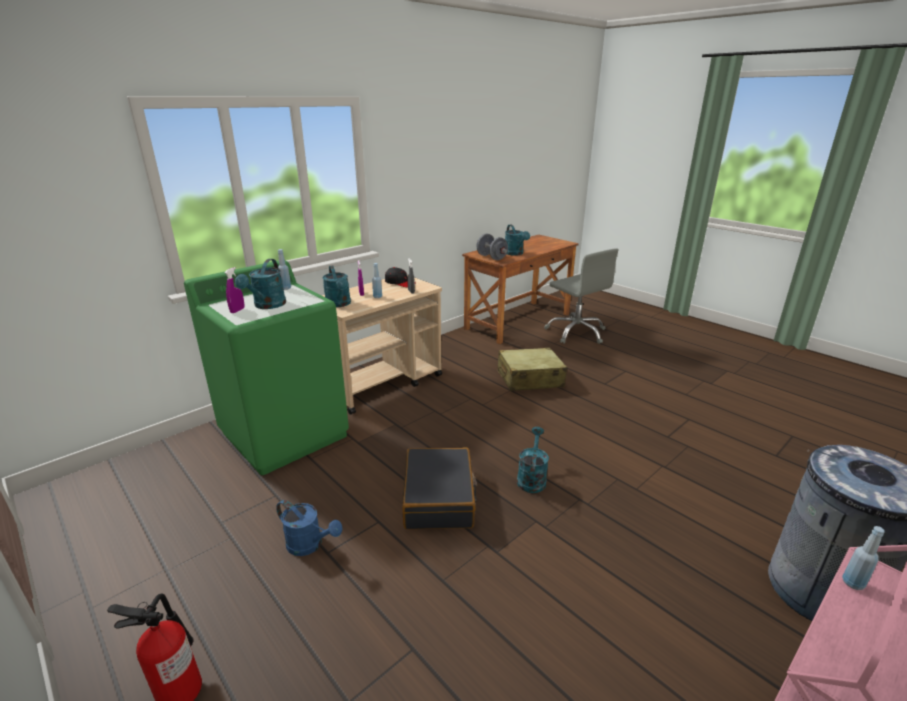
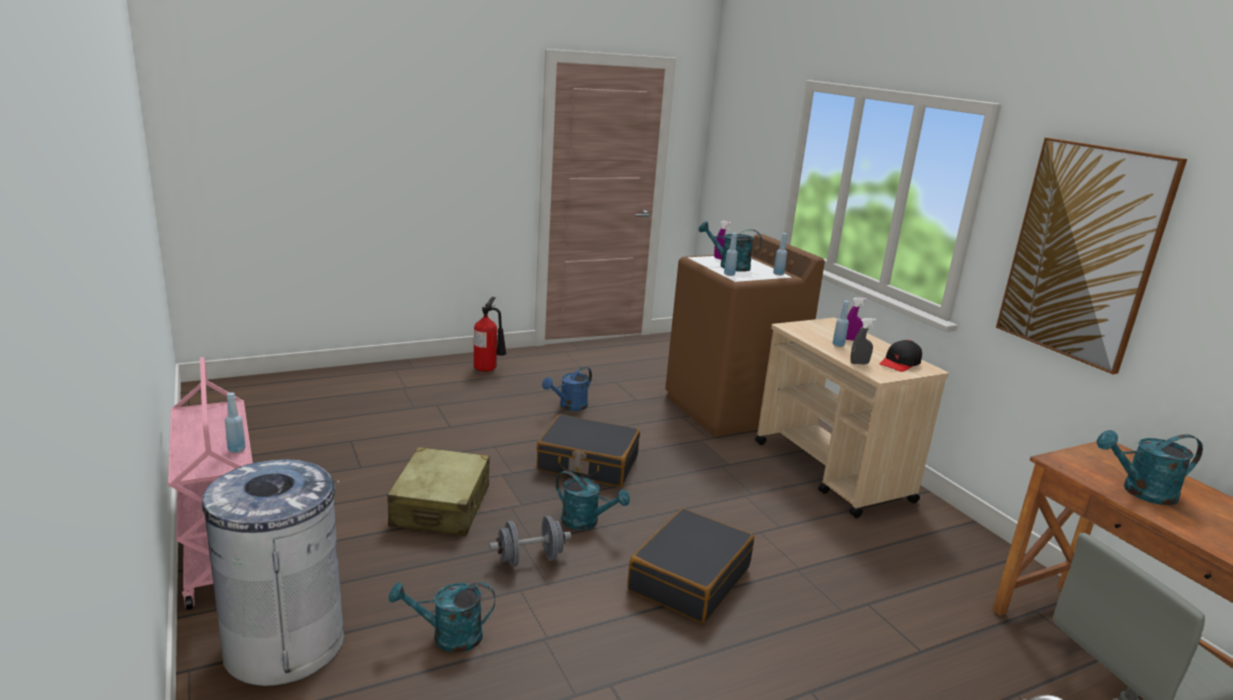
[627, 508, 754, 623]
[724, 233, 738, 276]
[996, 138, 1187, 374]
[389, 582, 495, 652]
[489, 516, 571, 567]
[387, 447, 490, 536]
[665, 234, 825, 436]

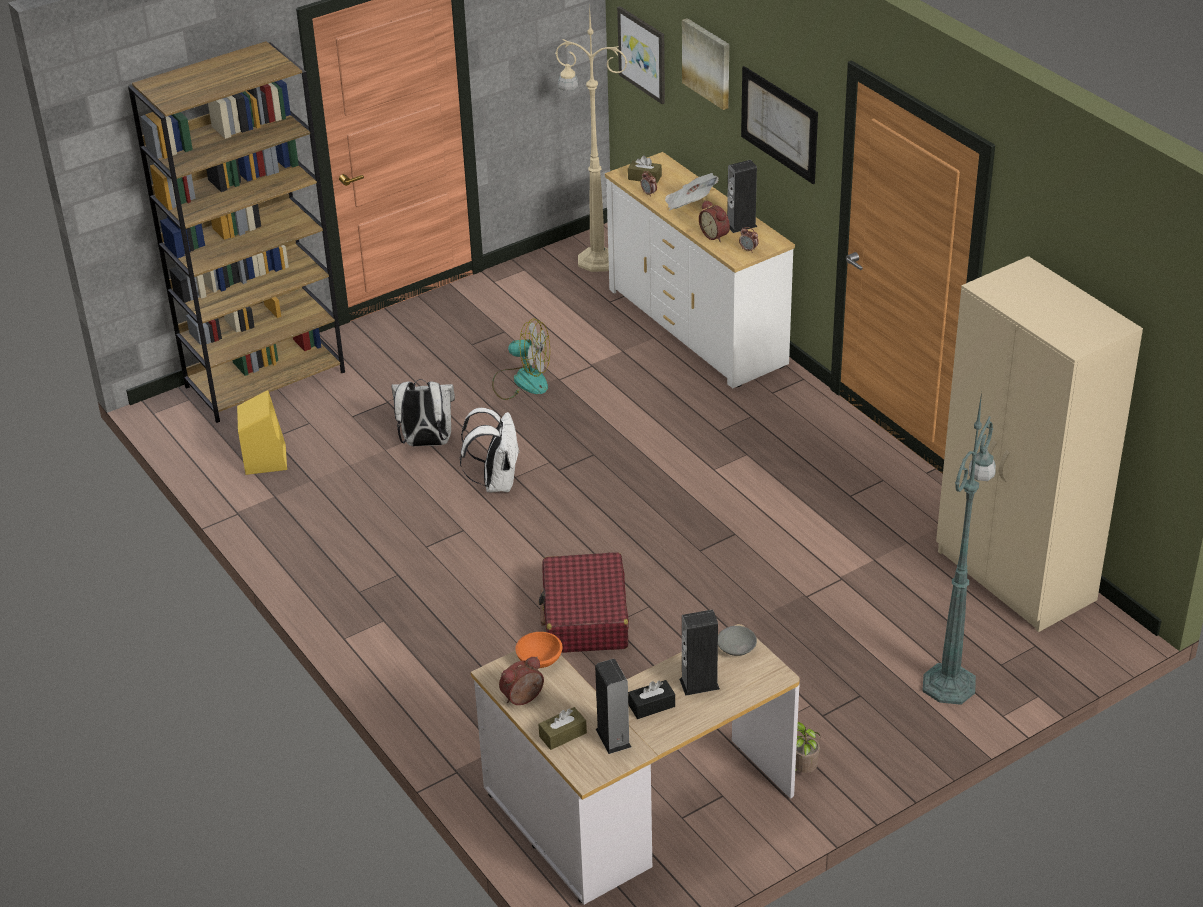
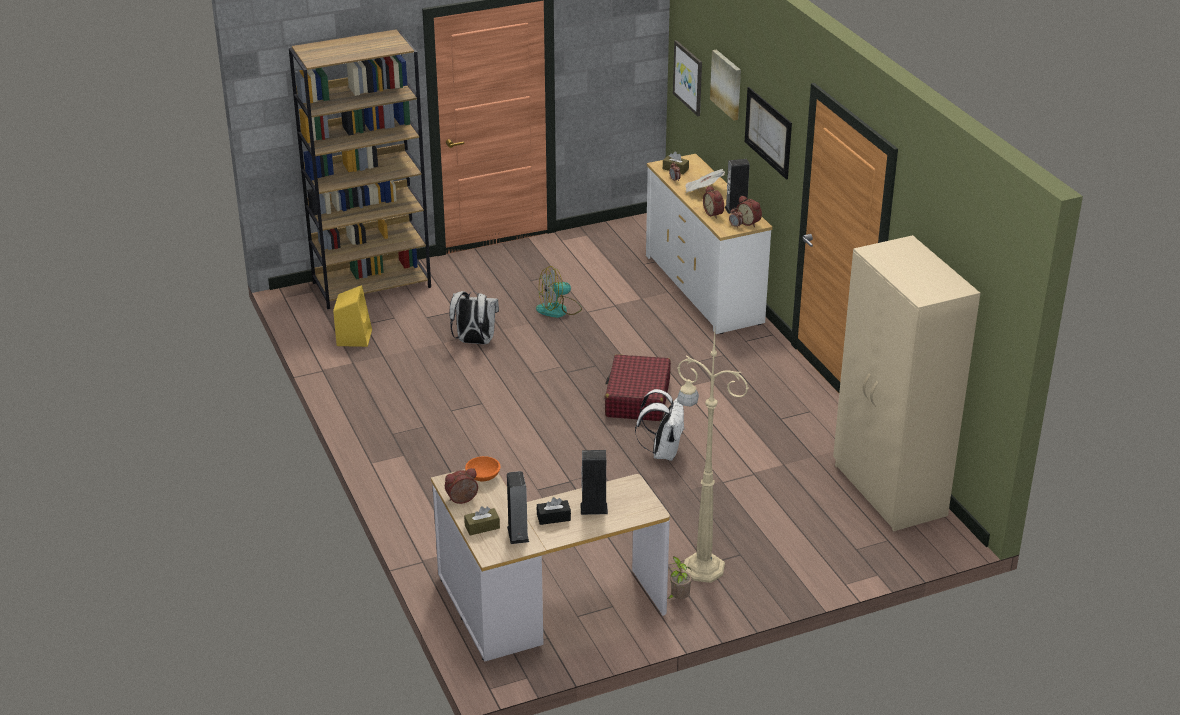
[718, 626, 757, 656] (first image)
[922, 392, 996, 705] (first image)
[736, 196, 762, 227]
[635, 389, 684, 461]
[604, 354, 671, 421]
[677, 332, 748, 583]
[536, 266, 582, 318]

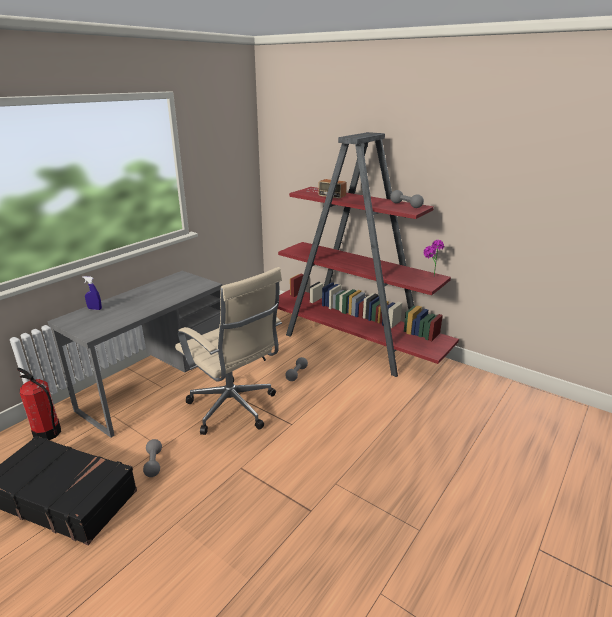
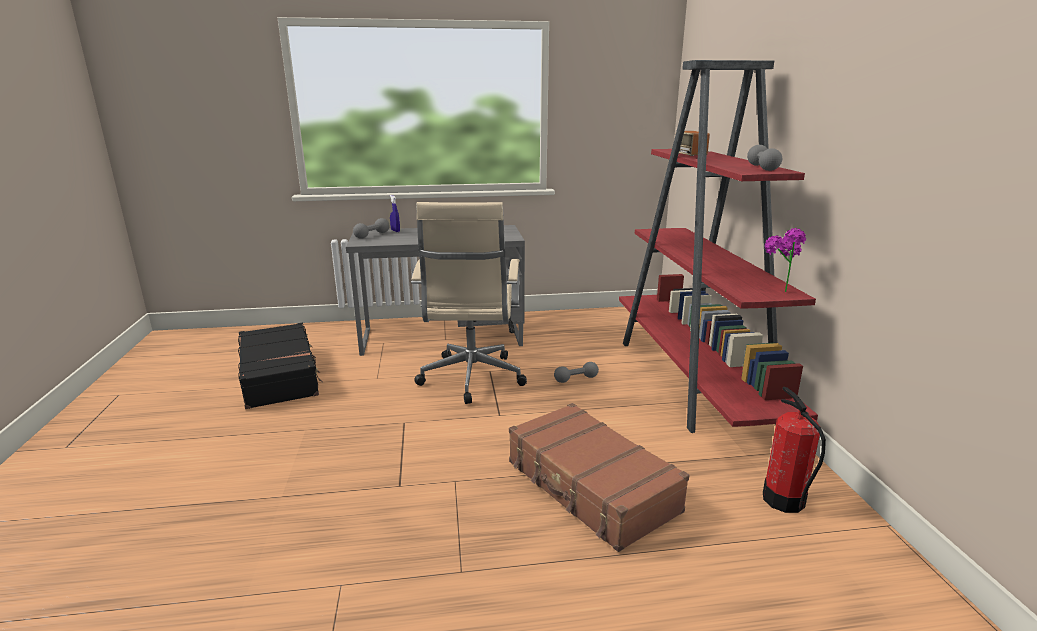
[509, 403, 689, 552]
[763, 387, 826, 513]
[353, 218, 390, 239]

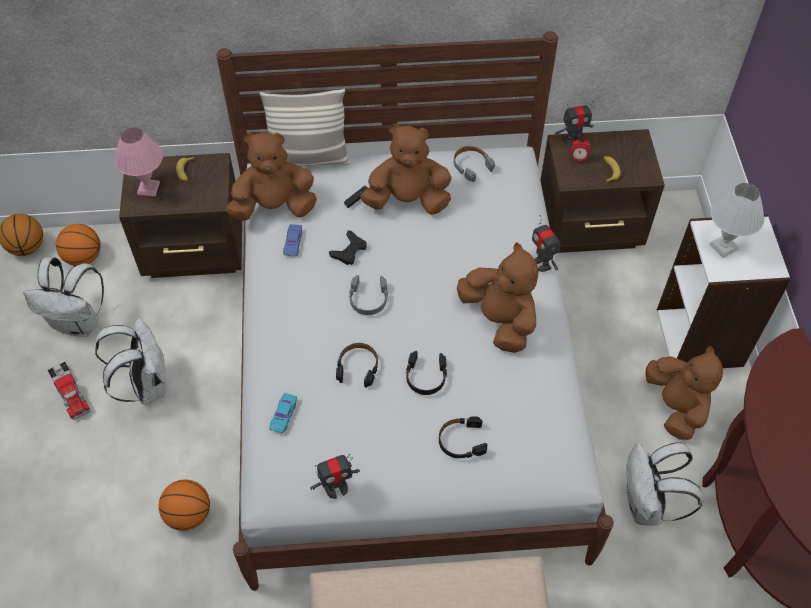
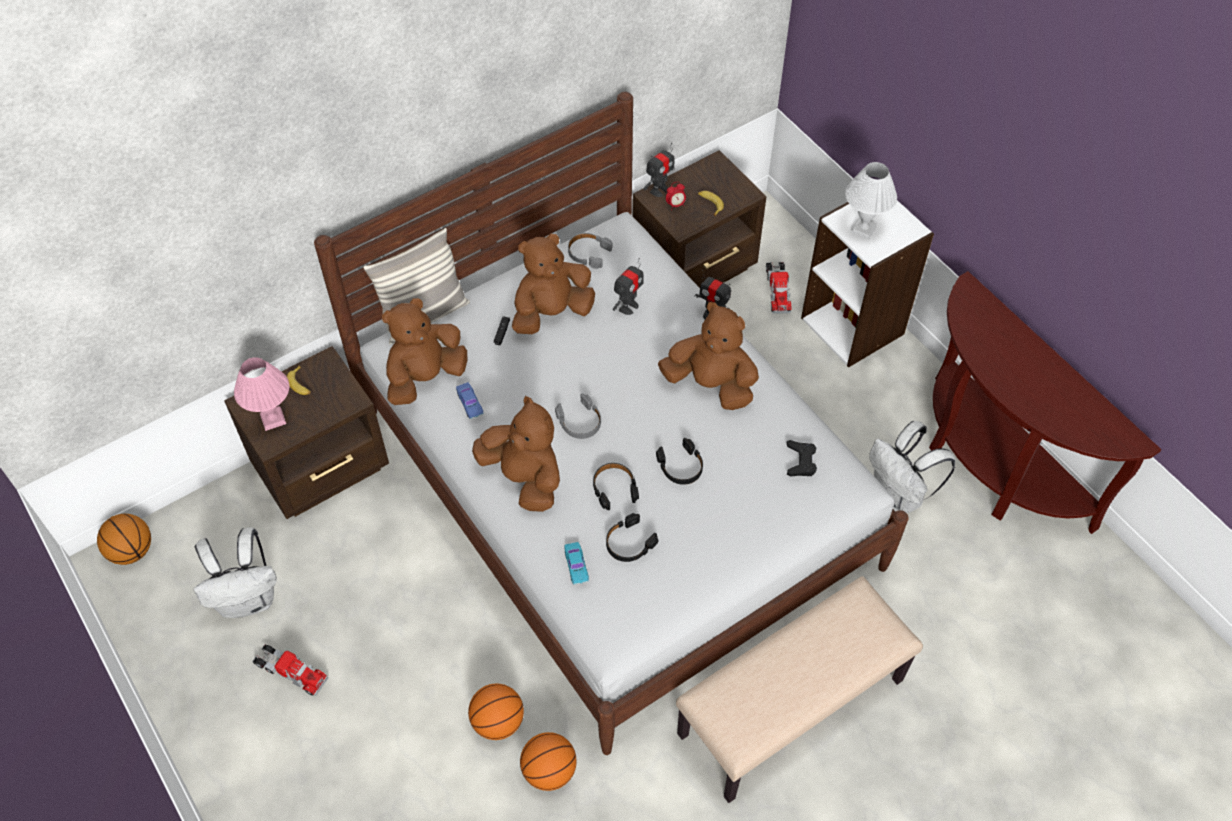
[95, 318, 166, 404] (first image)
[766, 262, 791, 314]
[520, 732, 577, 791]
[613, 258, 644, 315]
[786, 440, 817, 477]
[606, 513, 658, 562]
[472, 396, 560, 512]

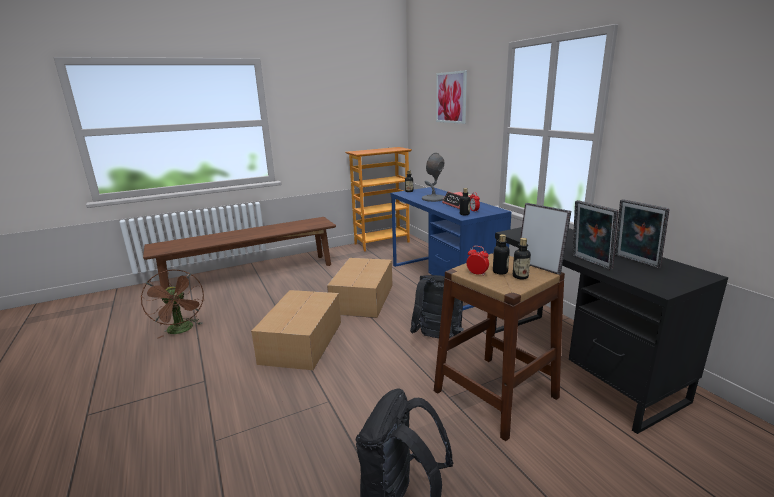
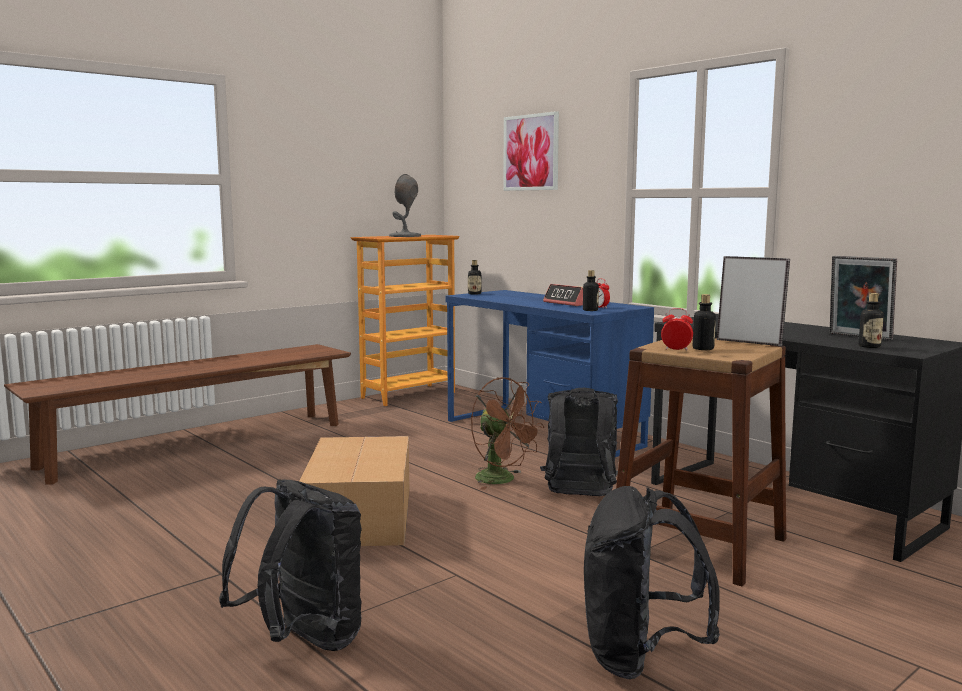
[327, 258, 393, 318] (first image)
[572, 200, 618, 270] (first image)
[219, 479, 362, 651]
[471, 377, 544, 490]
[389, 174, 421, 237]
[859, 293, 884, 348]

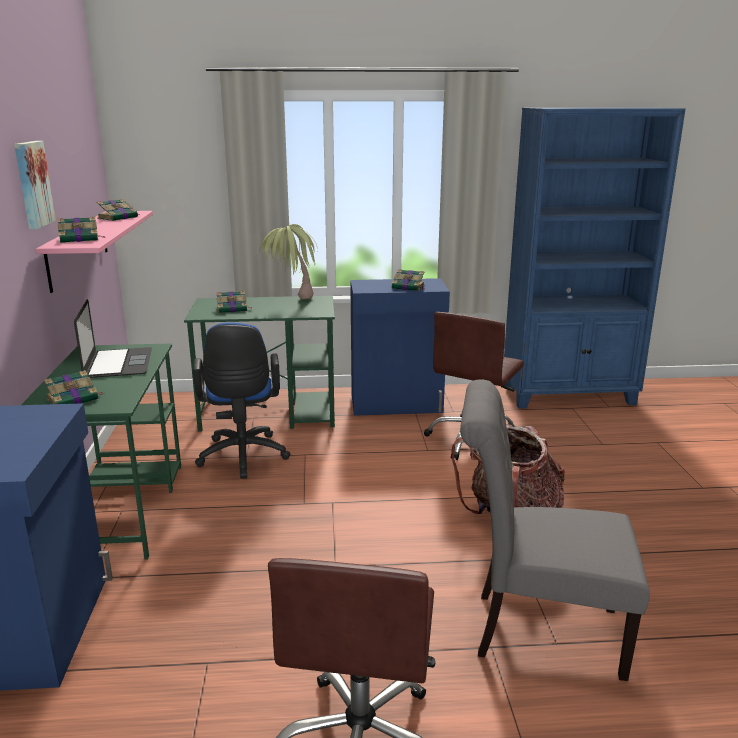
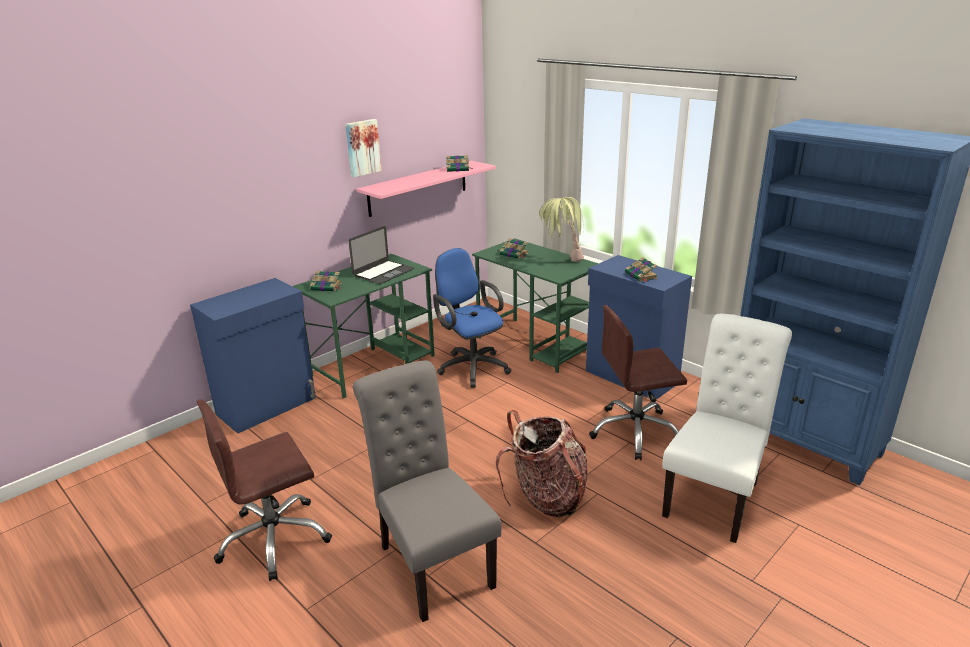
[58, 217, 105, 243] (first image)
[662, 314, 792, 543]
[433, 248, 512, 388]

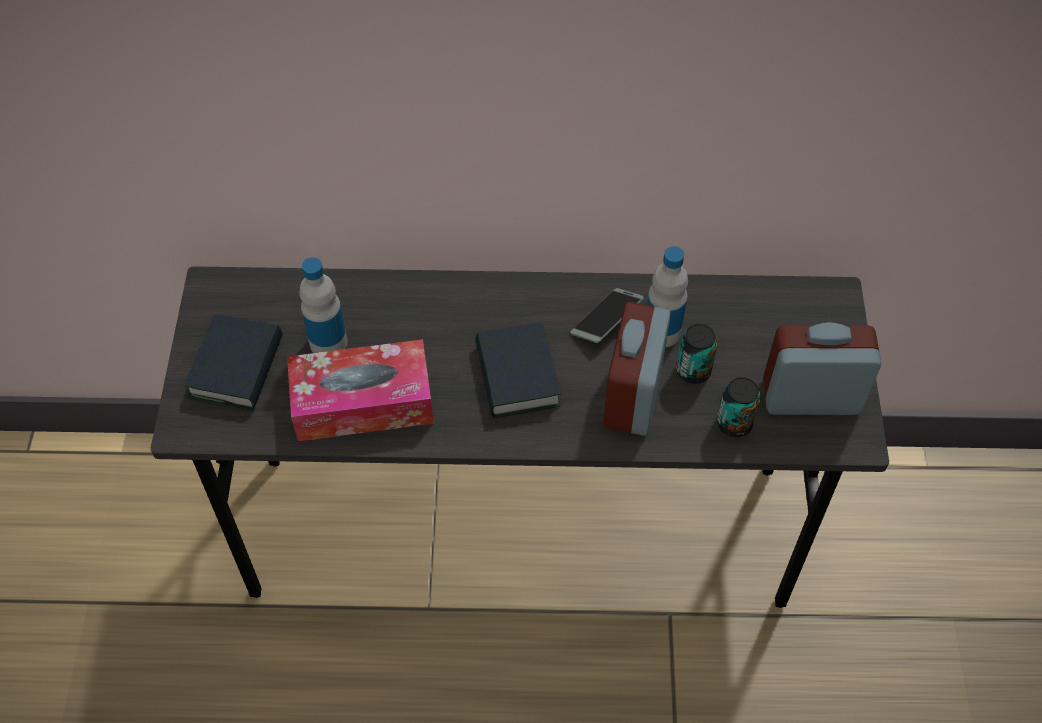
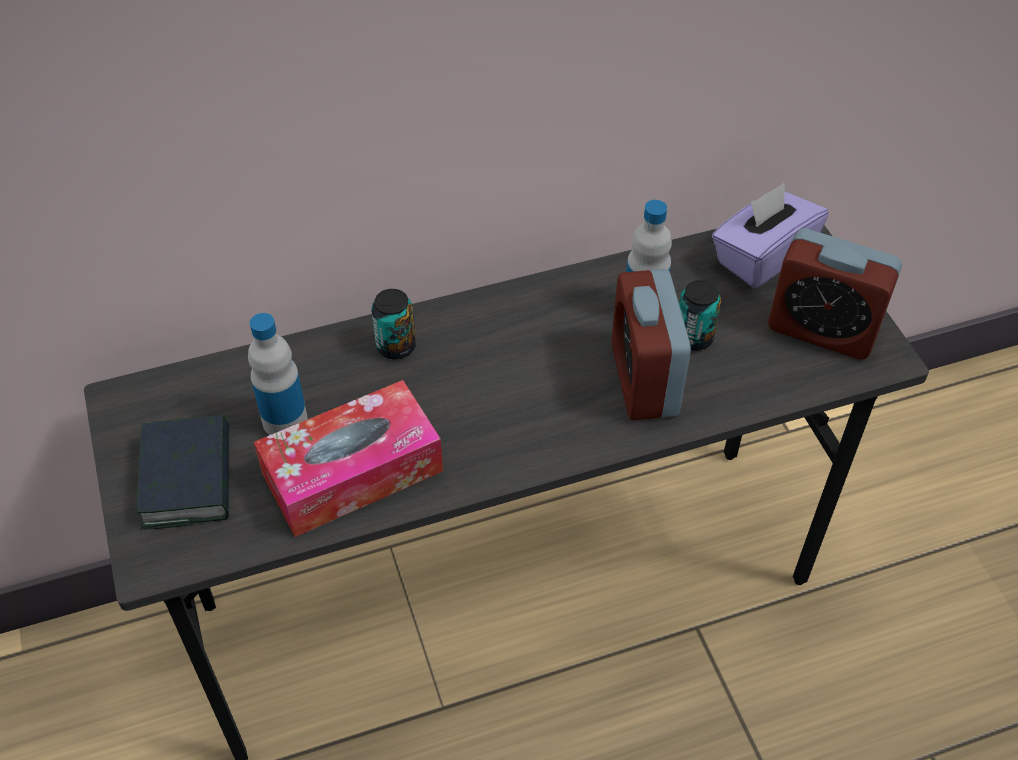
[475, 323, 561, 418] (first image)
[570, 288, 644, 343] (first image)
[712, 183, 829, 288]
[371, 289, 416, 359]
[768, 229, 902, 360]

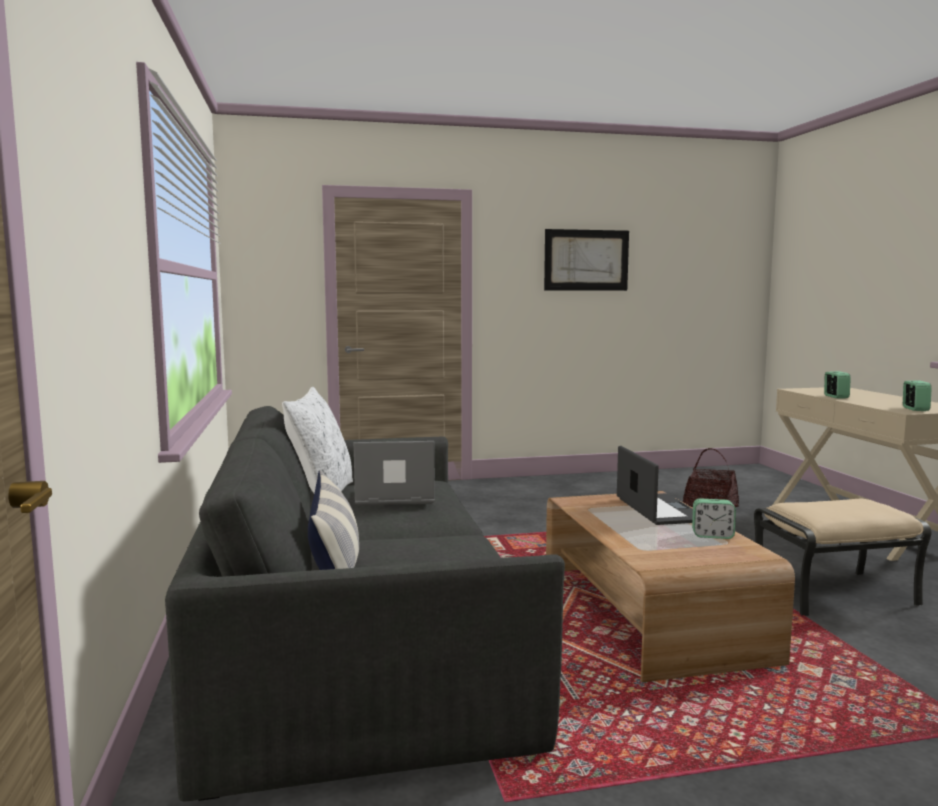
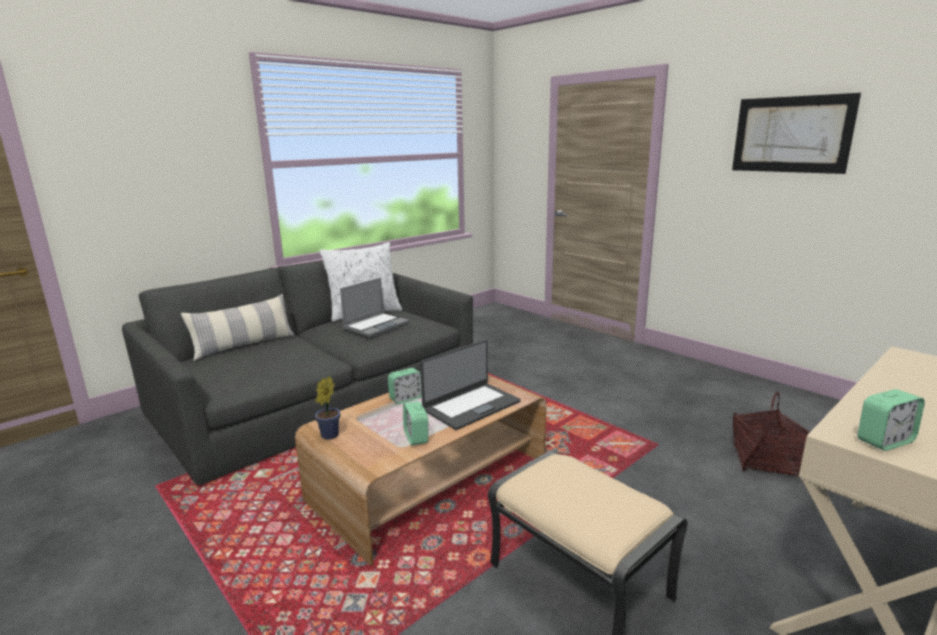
[315, 376, 340, 440]
[388, 368, 422, 404]
[340, 278, 409, 337]

